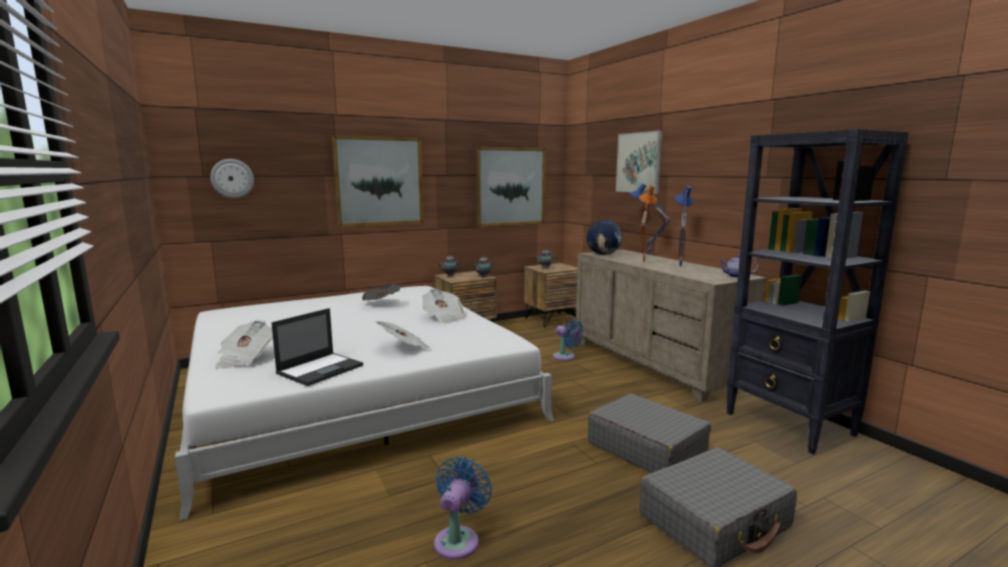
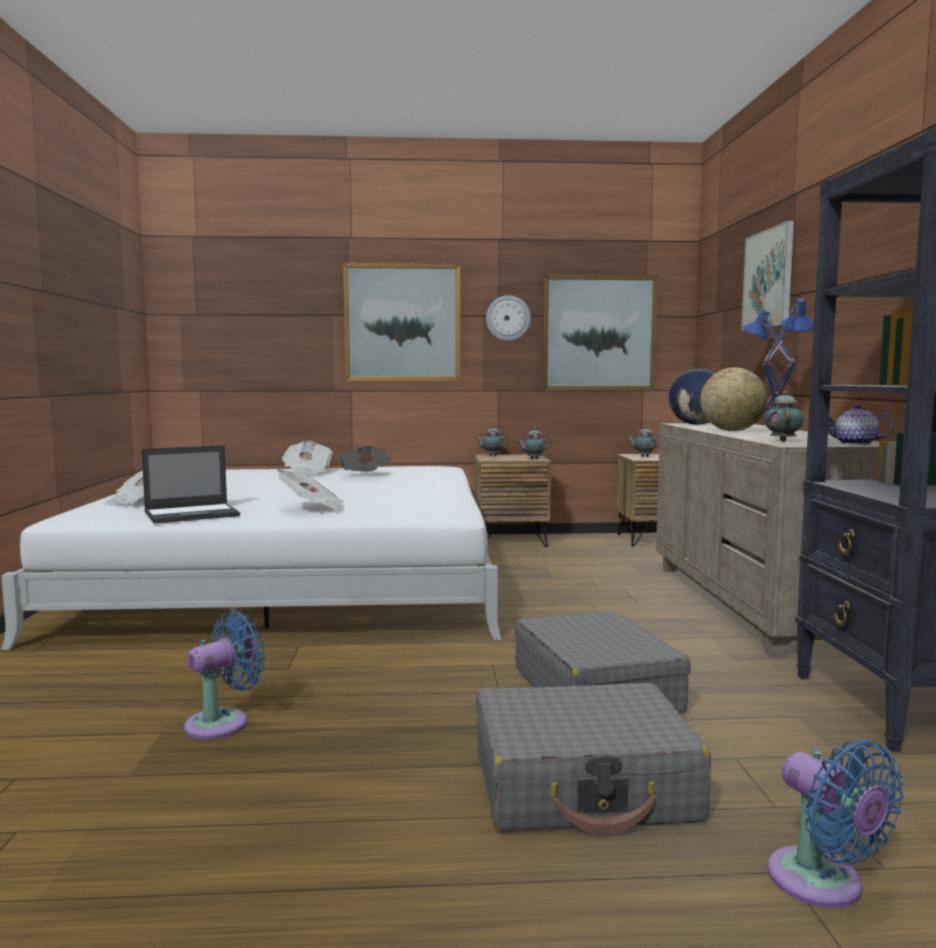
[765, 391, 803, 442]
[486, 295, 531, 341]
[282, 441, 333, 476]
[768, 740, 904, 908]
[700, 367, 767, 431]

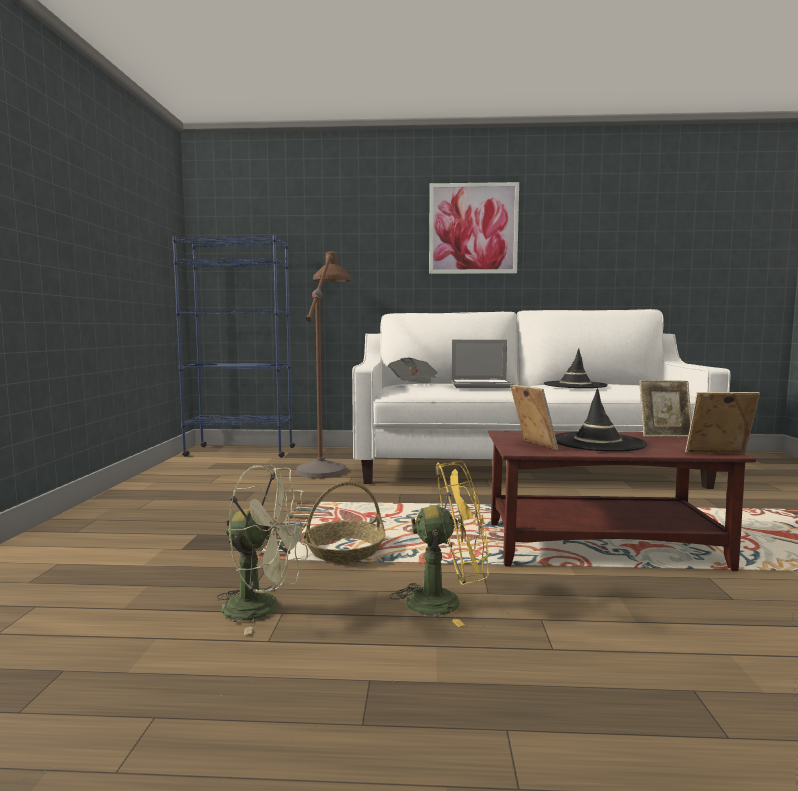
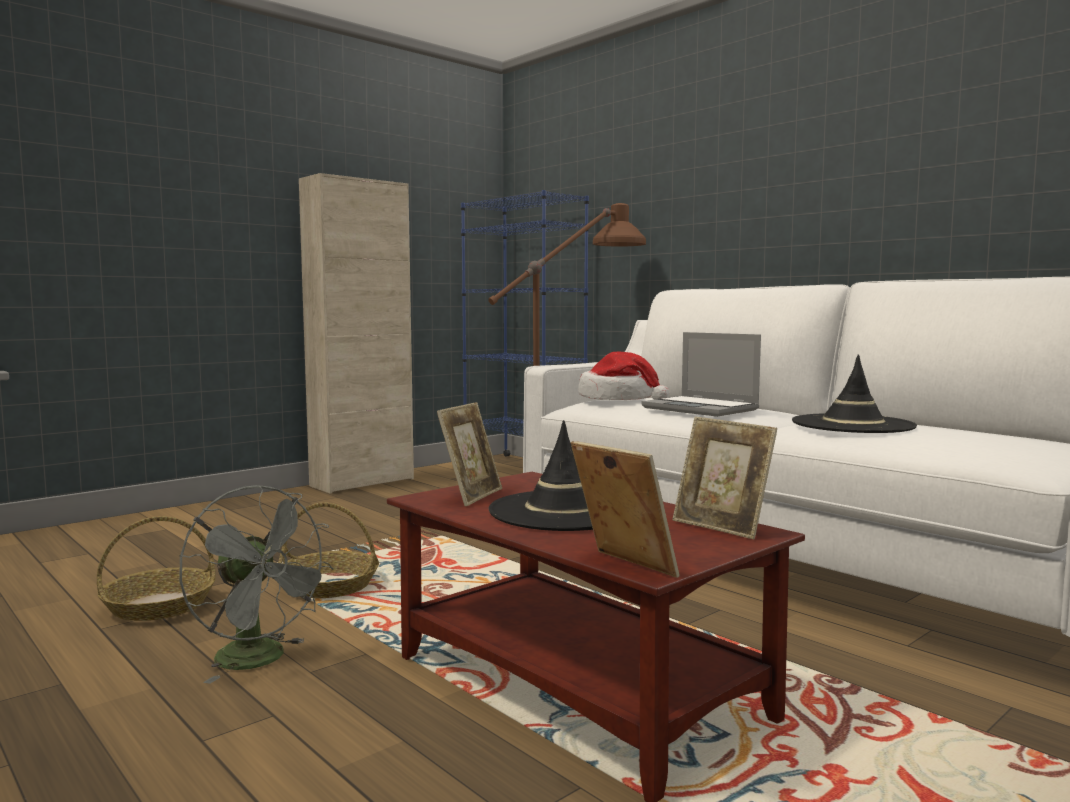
[429, 182, 519, 274] (first image)
[299, 173, 414, 493]
[97, 516, 216, 621]
[578, 352, 670, 400]
[179, 485, 333, 684]

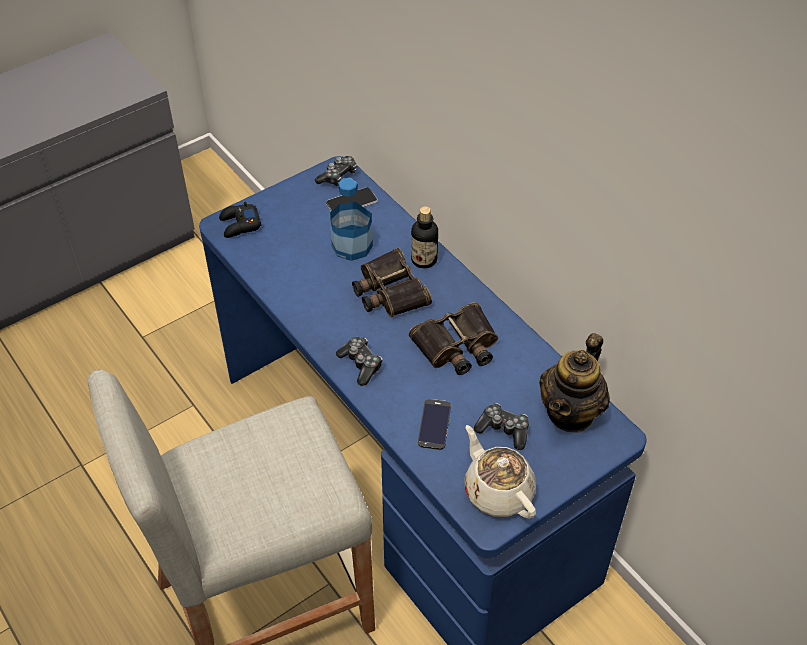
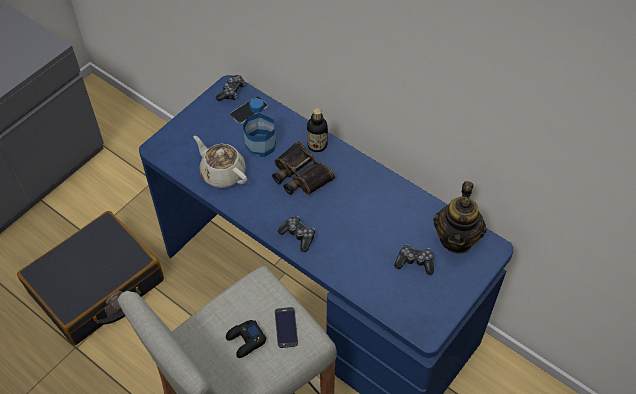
[409, 302, 498, 375] (first image)
[17, 211, 164, 345]
[226, 320, 266, 358]
[275, 307, 298, 348]
[194, 136, 247, 188]

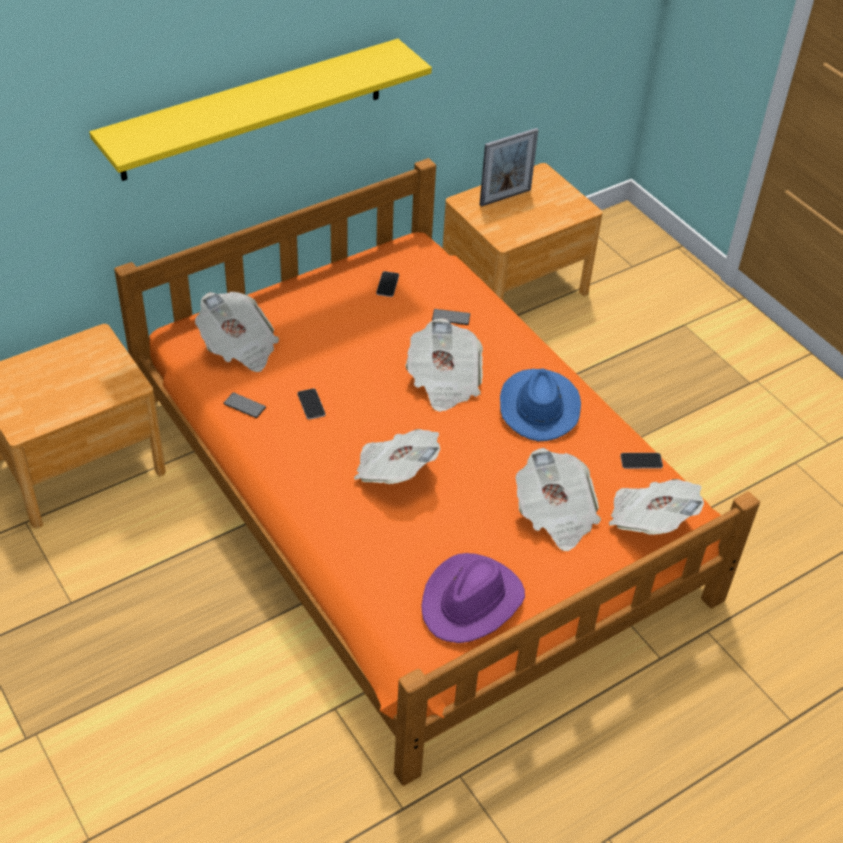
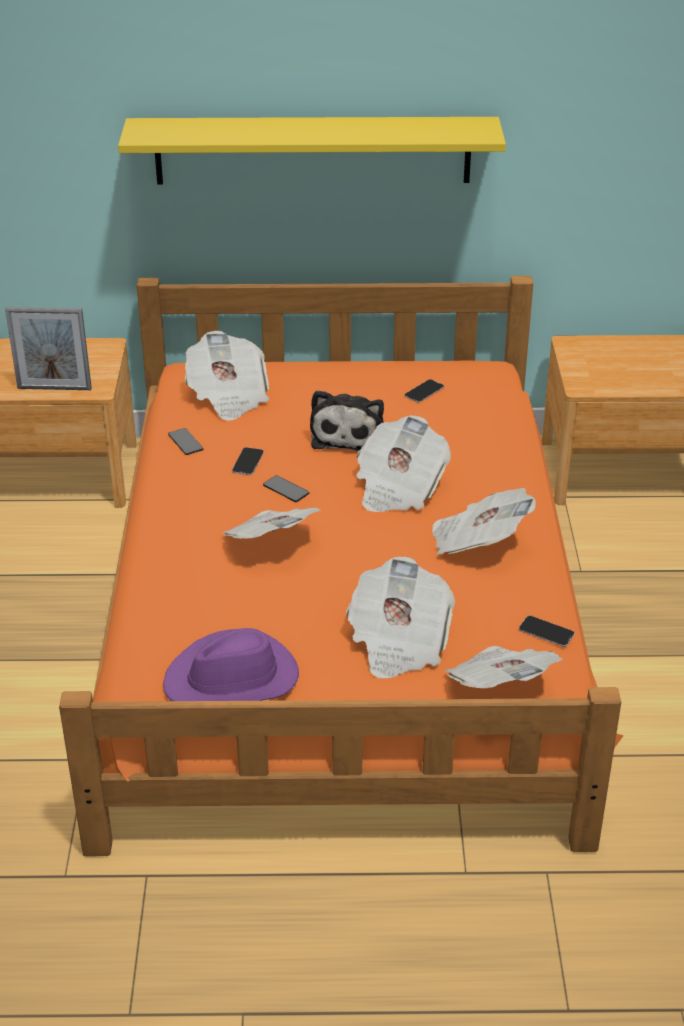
[310, 390, 384, 451]
[263, 475, 309, 502]
[5, 307, 92, 390]
[432, 488, 536, 555]

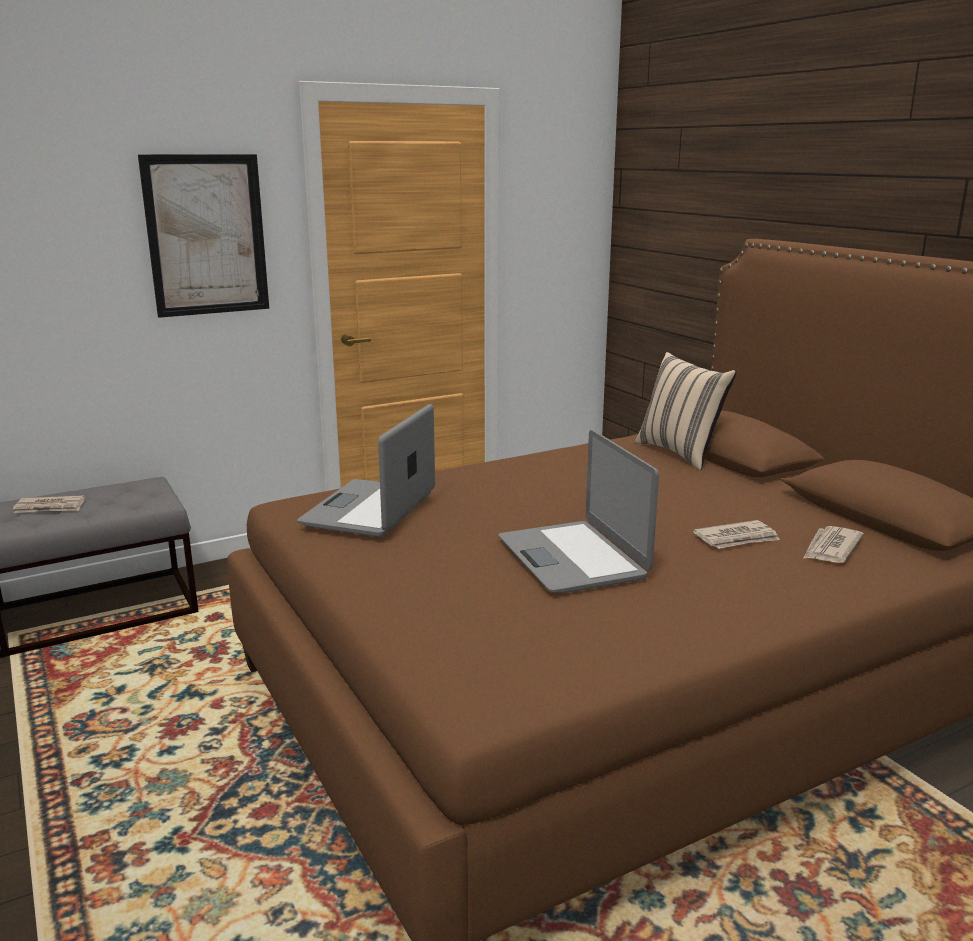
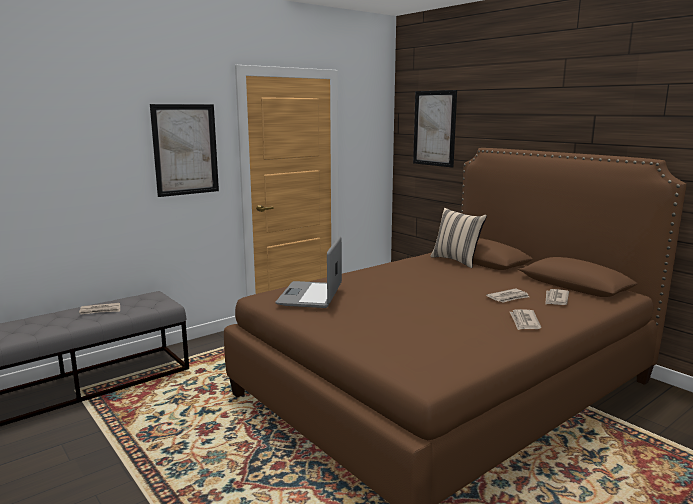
[499, 430, 659, 593] (first image)
[413, 90, 457, 168]
[510, 309, 541, 330]

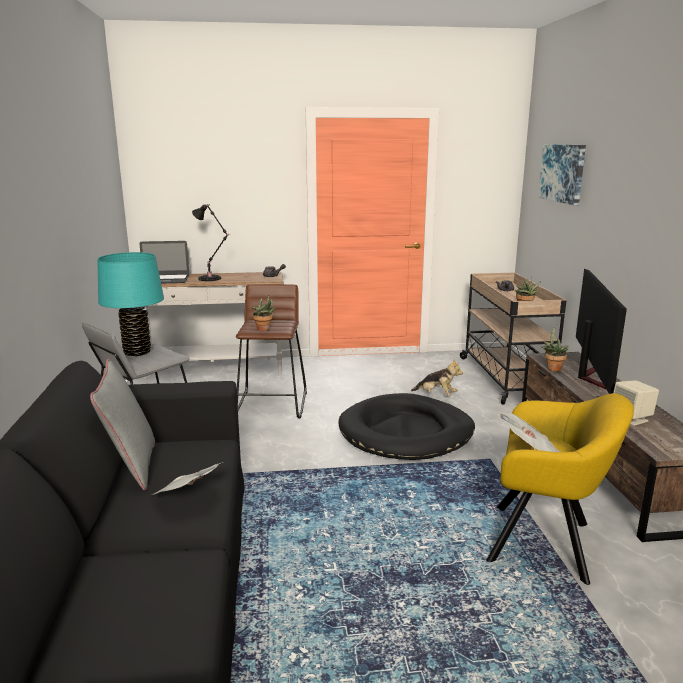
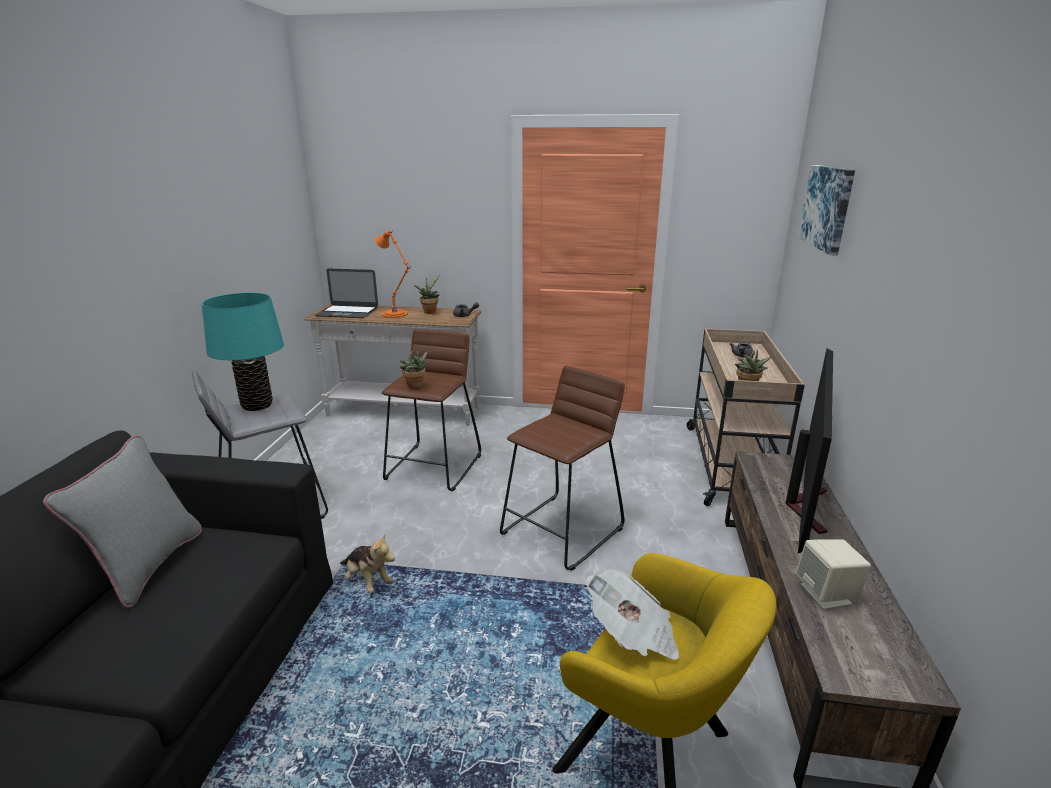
[153, 462, 223, 495] (first image)
[340, 535, 395, 593]
[414, 275, 440, 314]
[500, 366, 625, 571]
[375, 230, 411, 318]

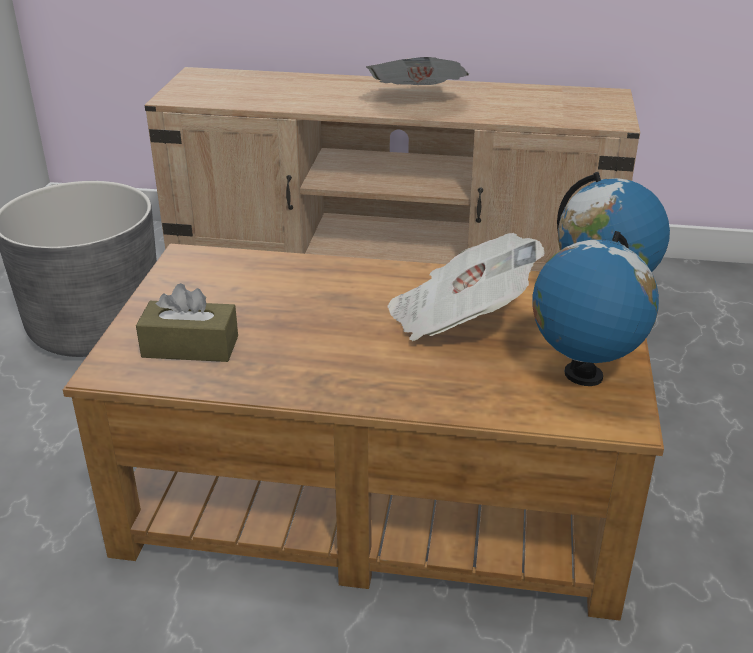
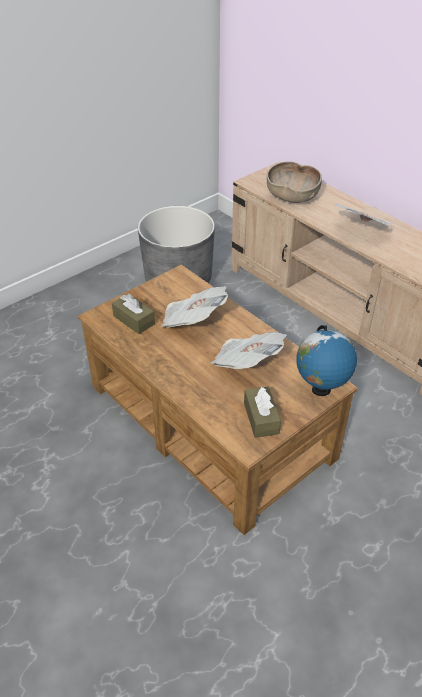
[161, 286, 228, 327]
[267, 162, 322, 203]
[244, 387, 281, 438]

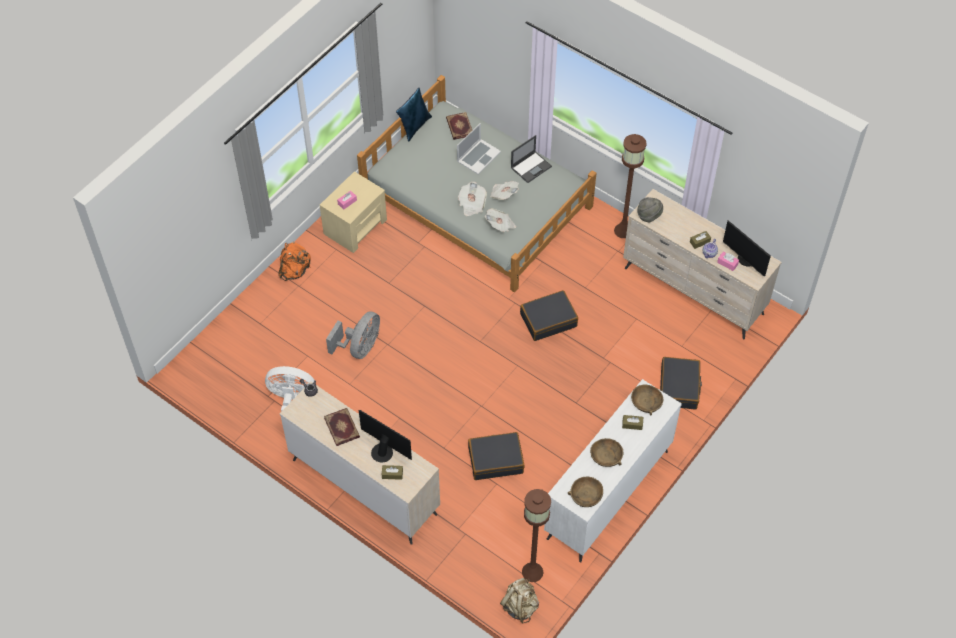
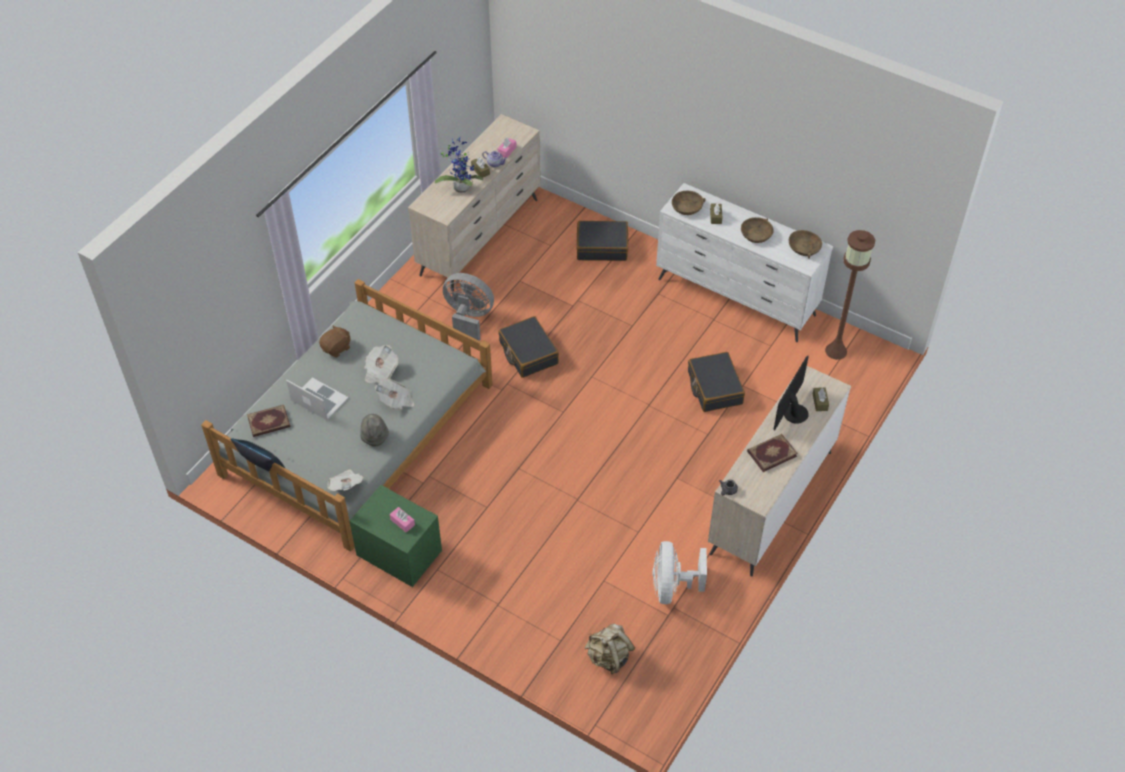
[278, 242, 311, 281] (first image)
[614, 134, 647, 238] (first image)
[723, 220, 771, 276] (first image)
[435, 137, 483, 193]
[443, 273, 494, 341]
[327, 470, 363, 491]
[585, 624, 635, 674]
[360, 414, 389, 447]
[319, 325, 350, 357]
[349, 485, 442, 587]

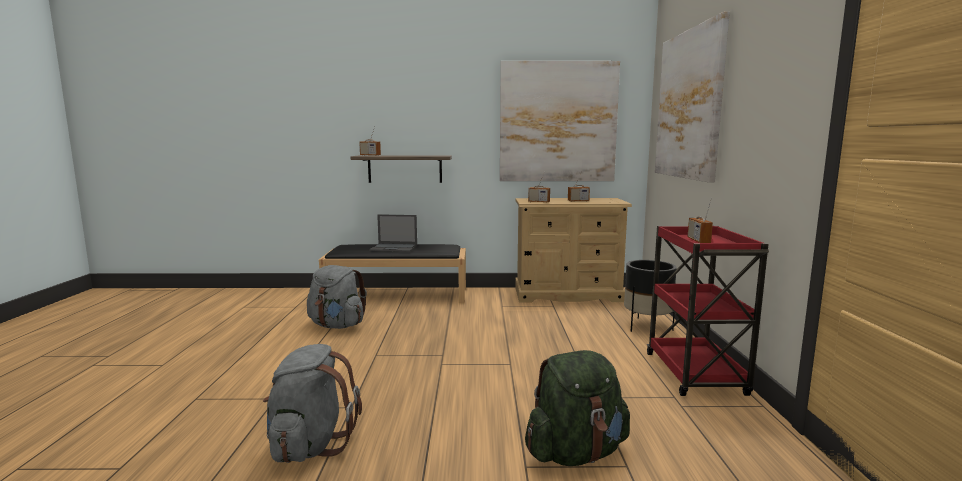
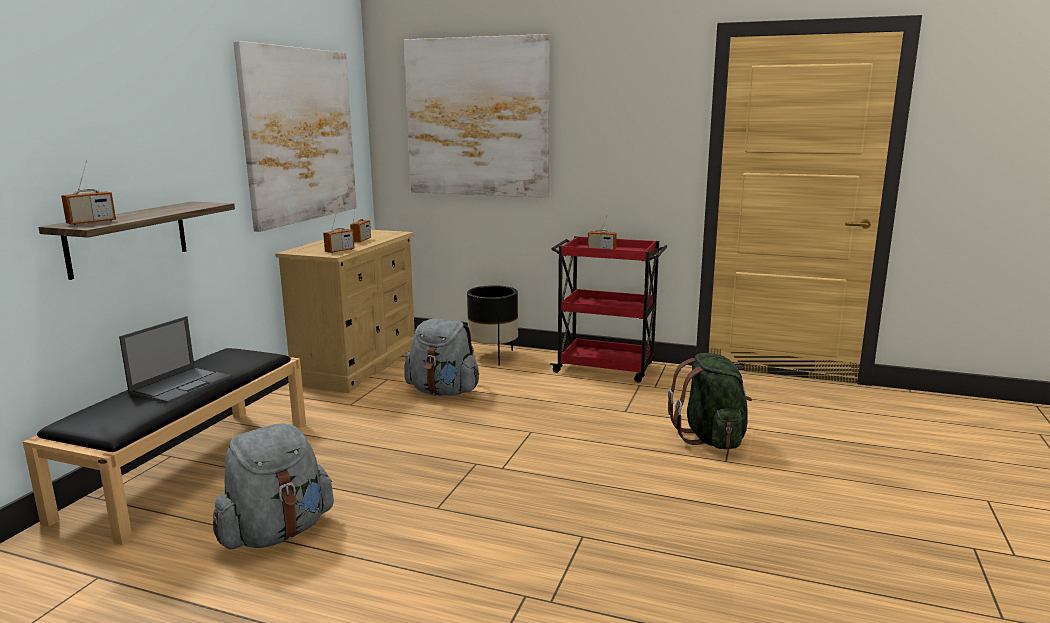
[404, 319, 479, 396]

